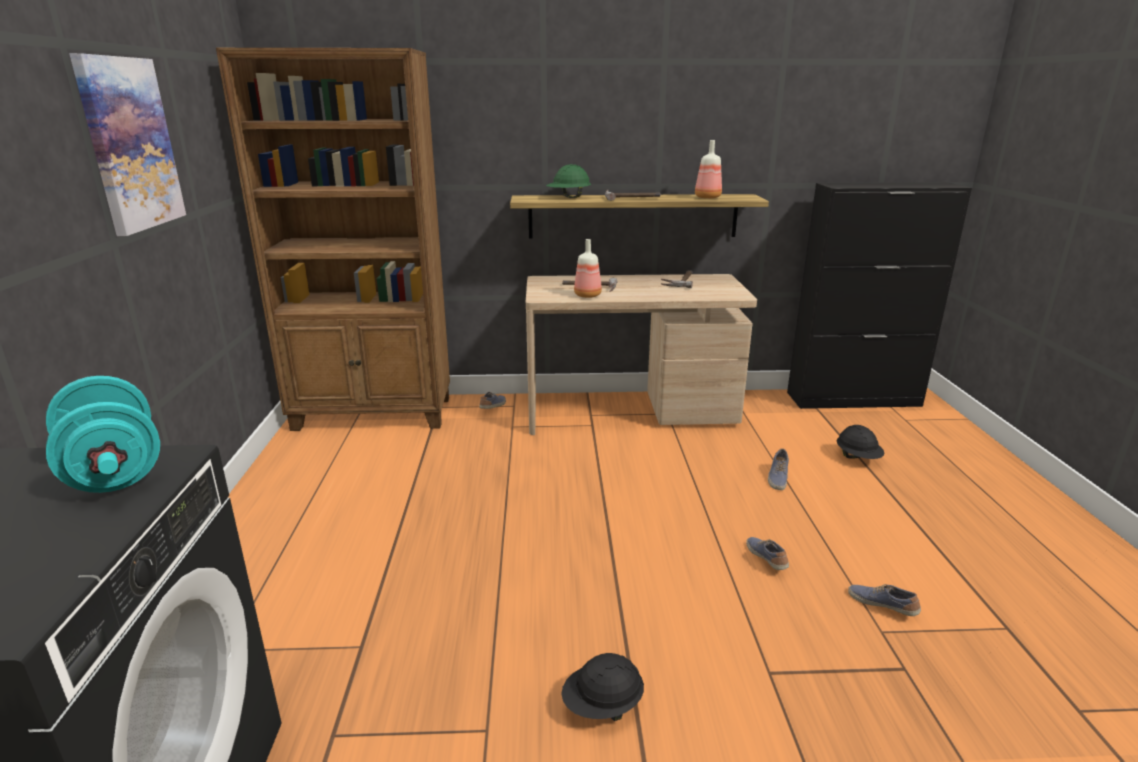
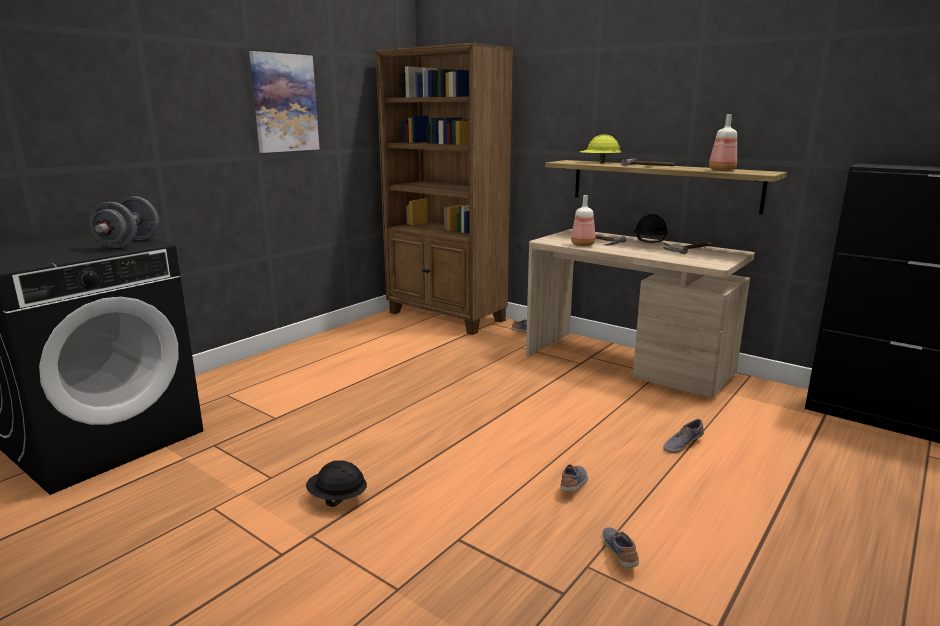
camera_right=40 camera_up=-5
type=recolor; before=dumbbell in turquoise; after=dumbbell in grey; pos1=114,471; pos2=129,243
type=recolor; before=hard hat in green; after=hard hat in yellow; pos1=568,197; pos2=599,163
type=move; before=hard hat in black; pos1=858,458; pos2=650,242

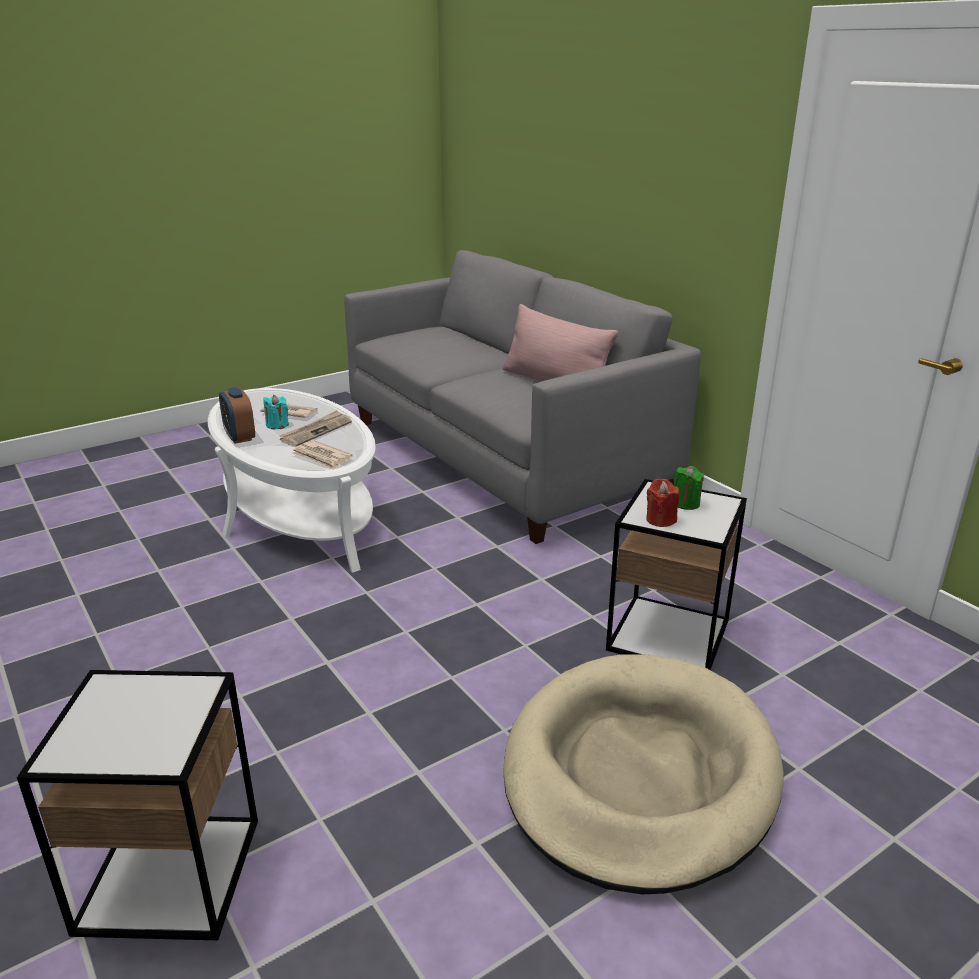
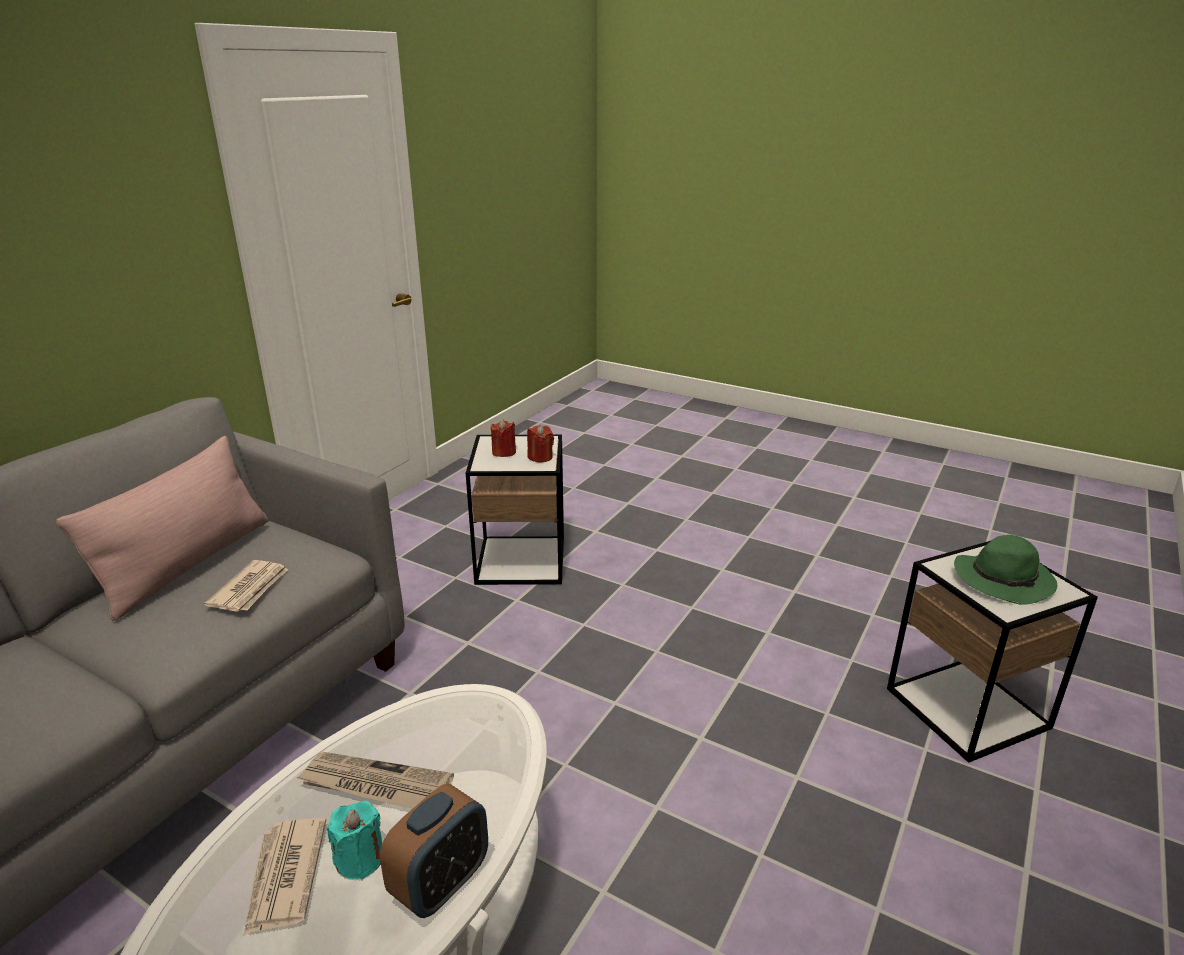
camera_right=-115 camera_up=0
type=move; before=newspaper; pos1=322,457; pos2=250,589
type=delete; before=dog bed in beige; pos1=639,774
type=recolor; before=candle in green; after=candle in red; pos1=685,503; pos2=504,452
type=insert; after=hat in green; pos2=1004,579

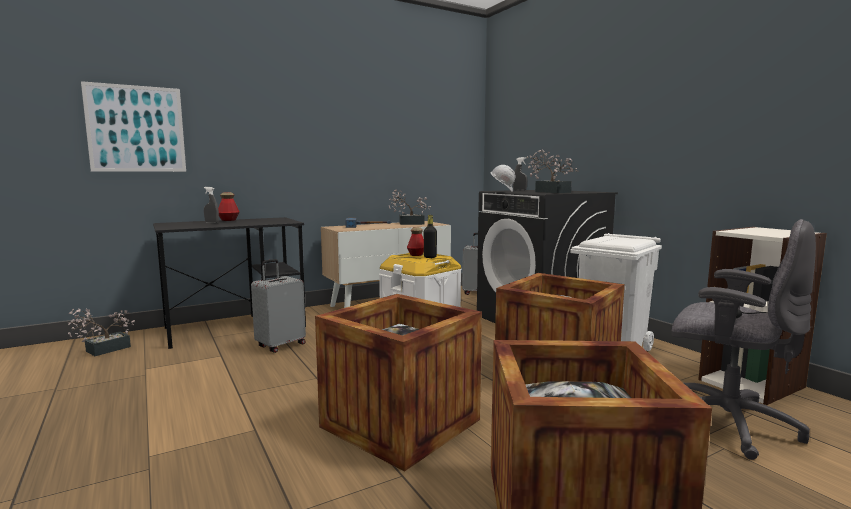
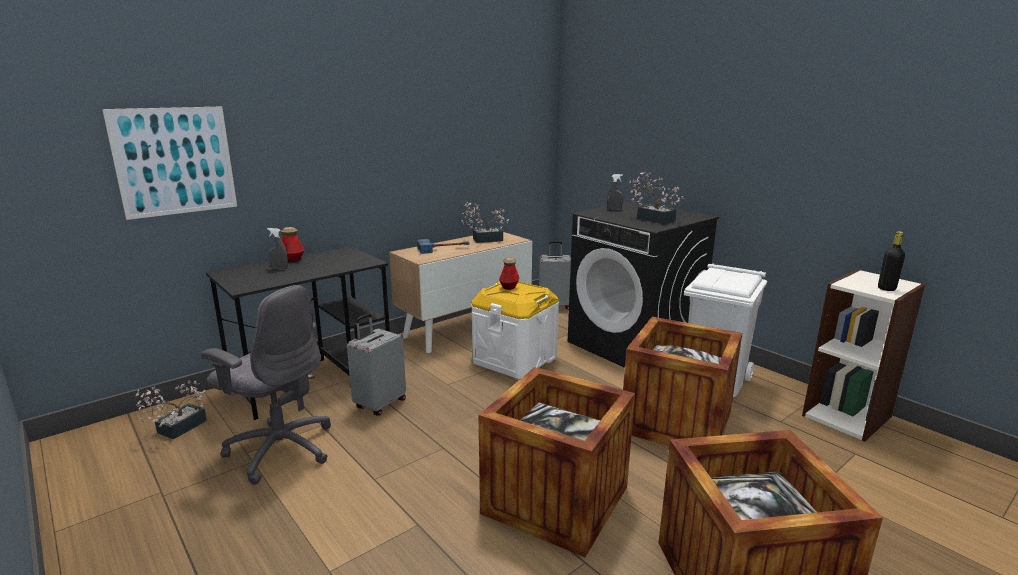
camera_right=-10 camera_up=10
type=move; before=bottle in black; pos1=430,257; pos2=886,288
type=delete; before=hard hat in white; pos1=502,191
type=move; before=office chair in grey; pos1=725,423; pos2=280,449

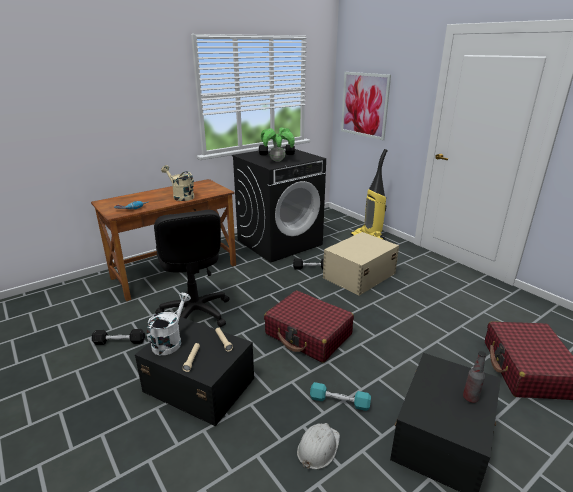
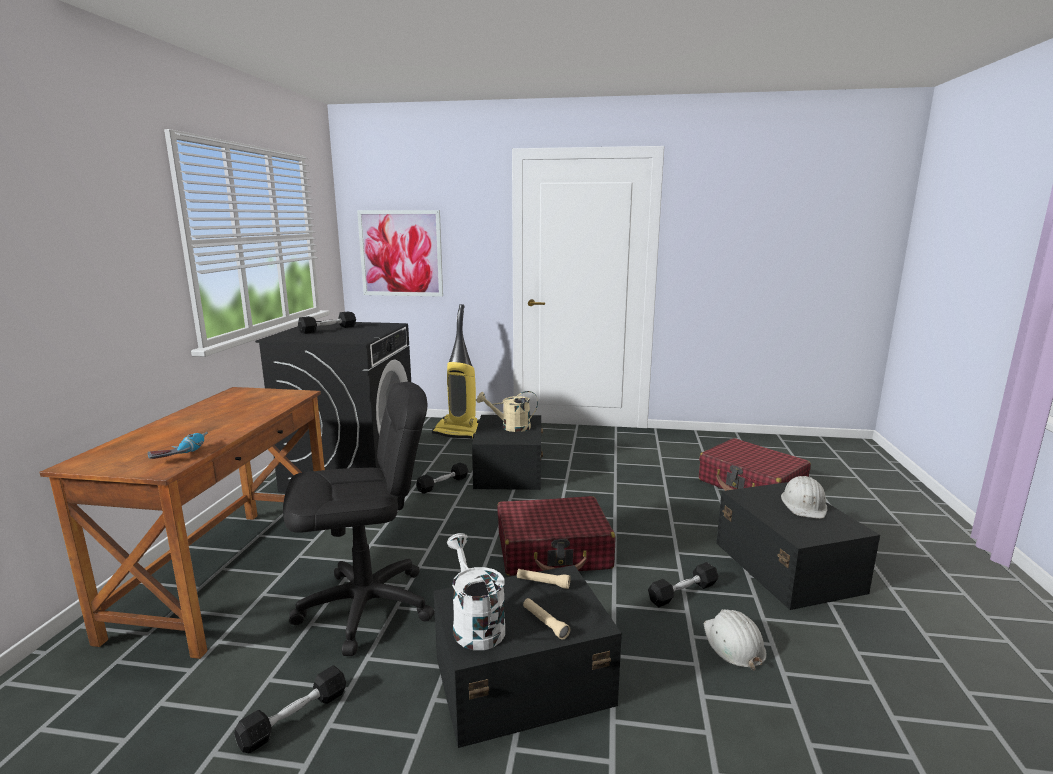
camera_right=-45 camera_up=-10
type=rotate; before=office chair in black; pos1=195,313; pos2=366,607; turn=-45
type=move; before=watering can in beige; pos1=181,196; pos2=510,427
type=delete; before=potted plant; pos1=277,161
type=recolor; before=dumbbell in turquoise; after=dumbbell in black; pos1=339,402; pos2=683,592
type=recolor; before=storage box in beige; after=storage box in black; pos1=358,275; pos2=508,471
type=replace; before=bottle; after=hard hat in white; pos1=470,398; pos2=804,505

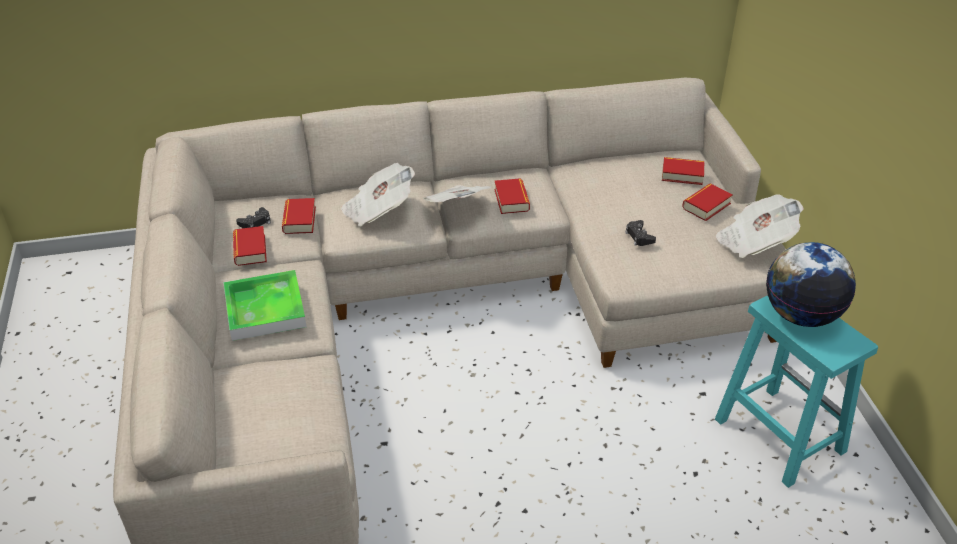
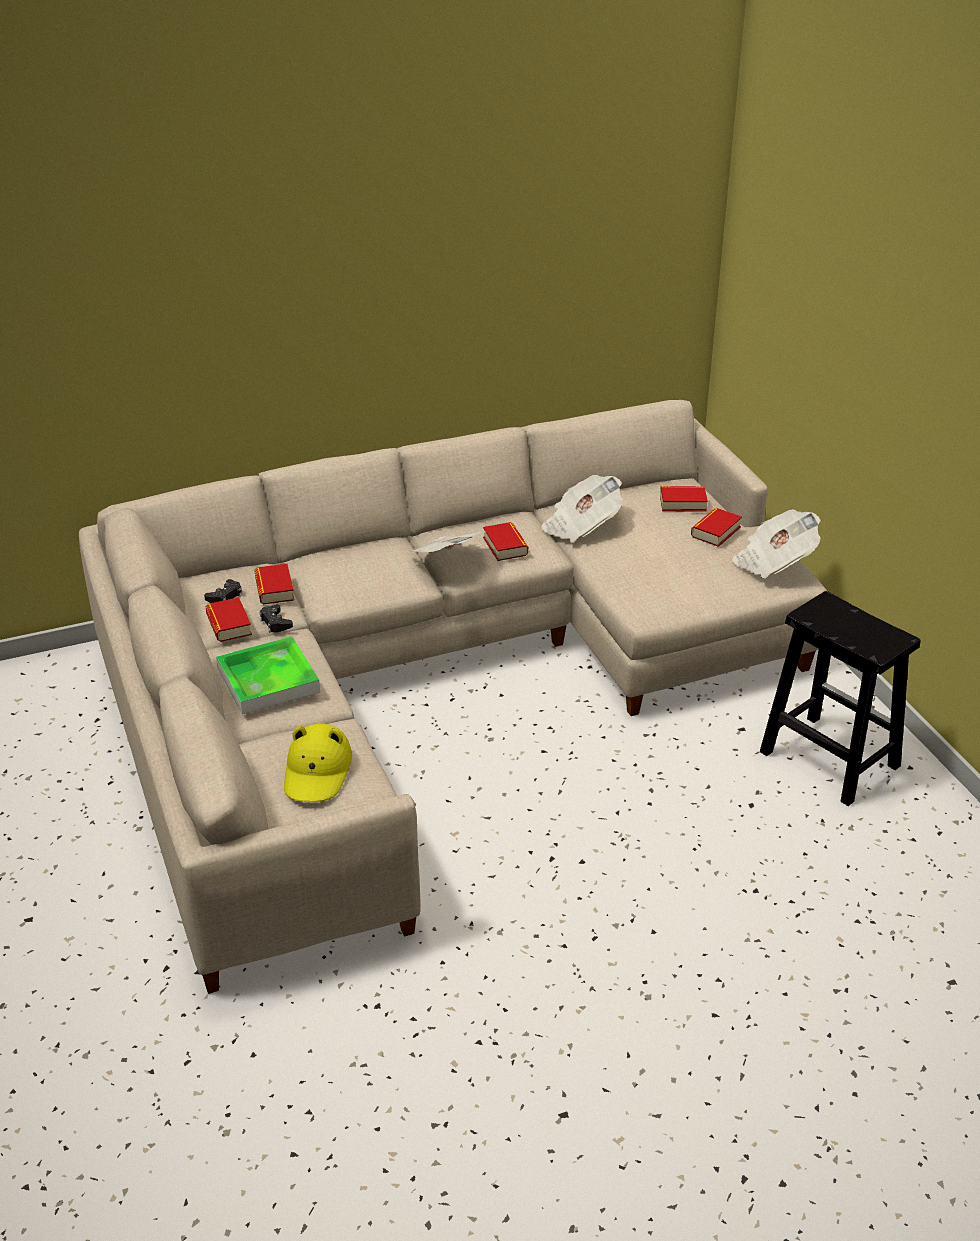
camera_right=-10 camera_up=-5
type=move; before=newspaper; pos1=378,210; pos2=581,526
type=move; before=game controller in black; pos1=639,236; pos2=275,622
type=recolor; before=stool in turquoise; after=stool in black; pos1=777,434; pos2=827,758
type=delete; before=globe; pos1=801,315
type=insert; after=hat in yellow; pos2=317,772

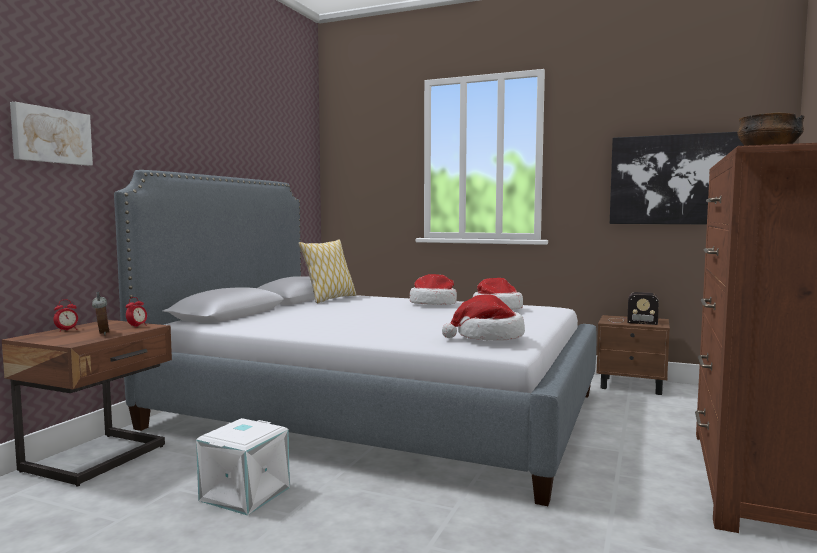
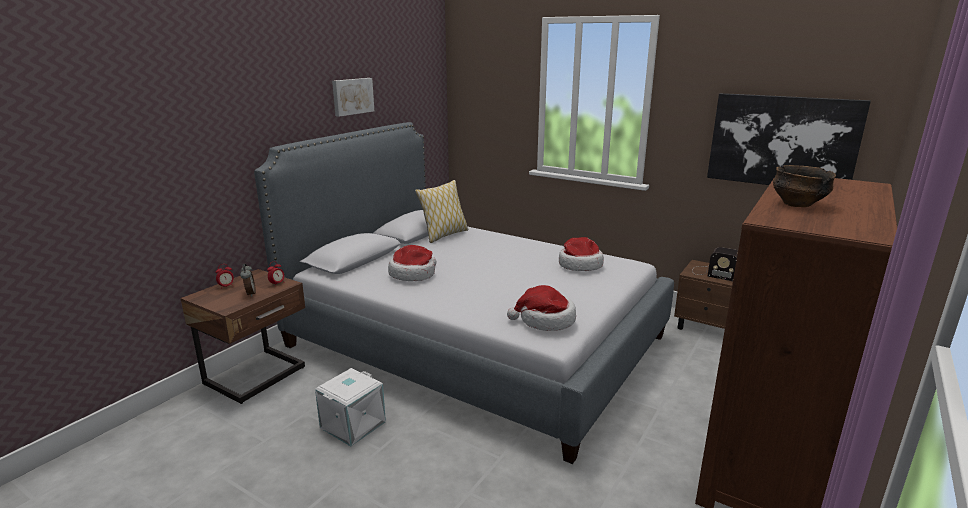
camera_right=10 camera_up=15
type=move; before=picture; pos1=51,136; pos2=352,96
type=move; before=hat; pos1=433,304; pos2=413,274

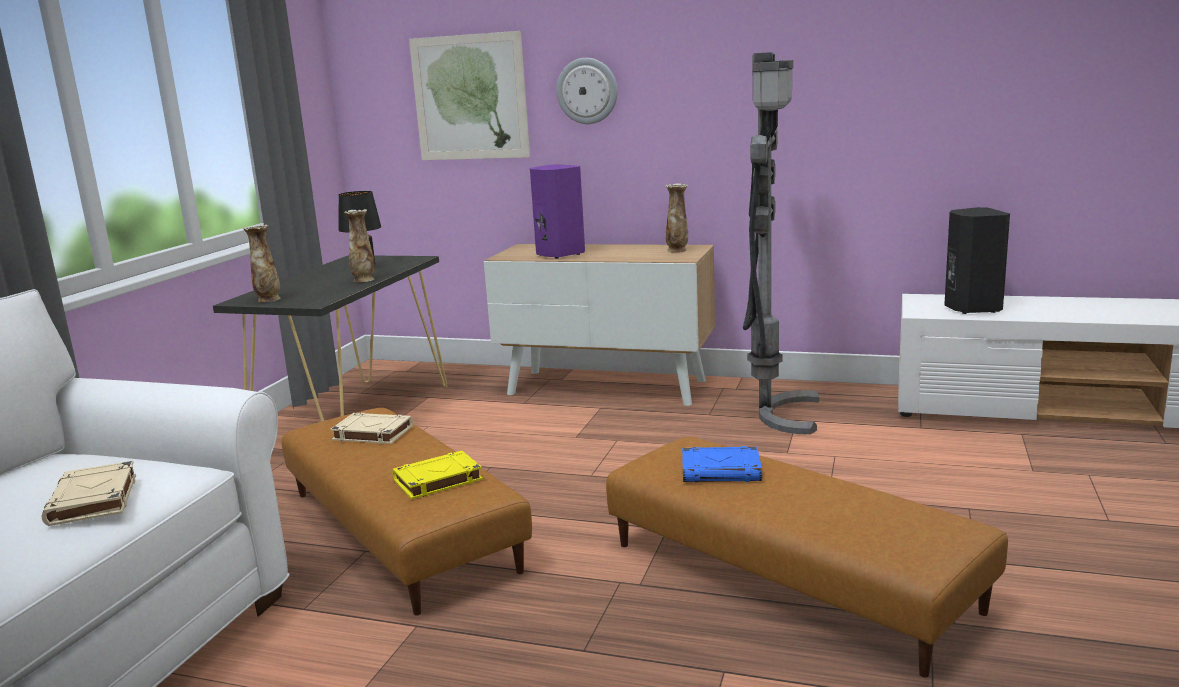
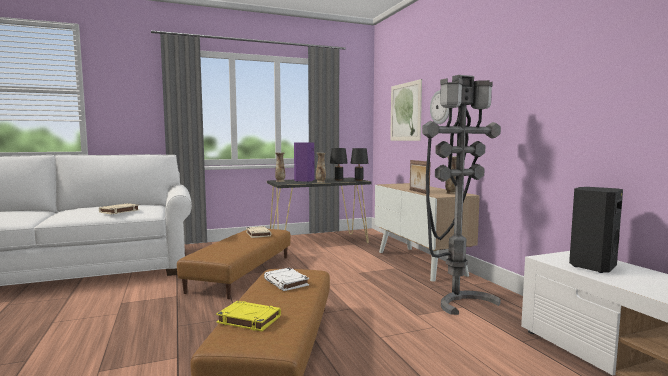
camera_right=50 camera_up=-10
type=move; before=book in yellow; pos1=437,480; pos2=248,319
type=move; before=speaker in purple; pos1=558,254; pos2=304,181
type=recolor; before=book in blue; after=book in white; pos1=722,471; pos2=286,282
type=insert; after=table lamp in black; pos2=359,180
type=insert; after=picture frame; pos2=418,192

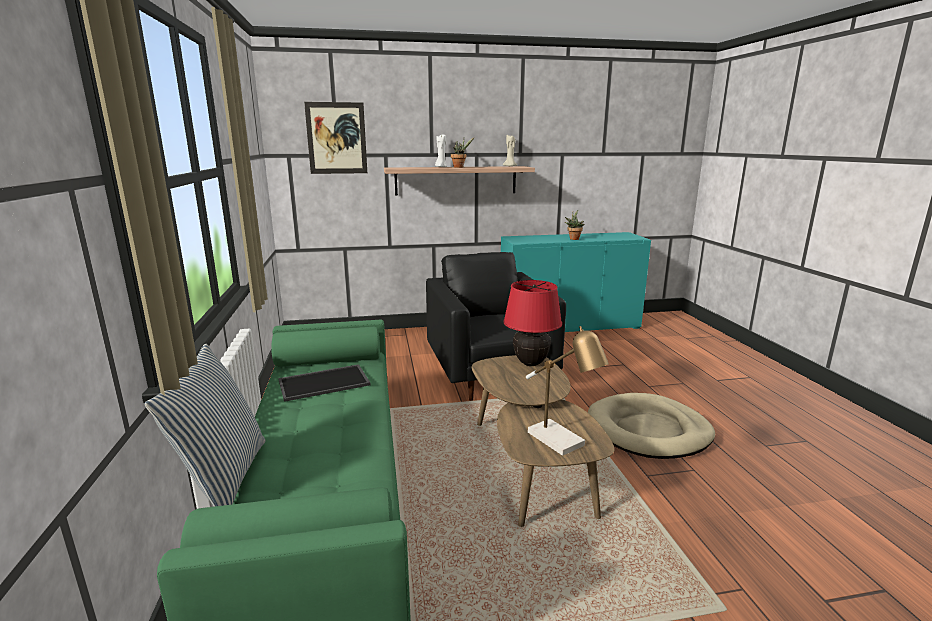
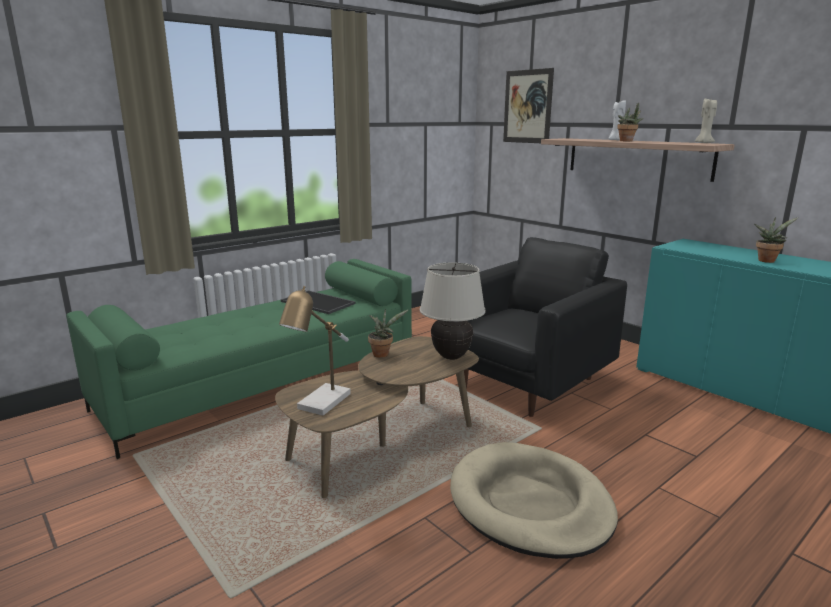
camera_right=60 camera_up=0
type=delete; before=pillow; pos1=223,478
type=recolor; before=table lamp in red; after=table lamp in beige; pos1=530,363; pos2=451,356
type=insert; after=potted plant; pos2=382,354

